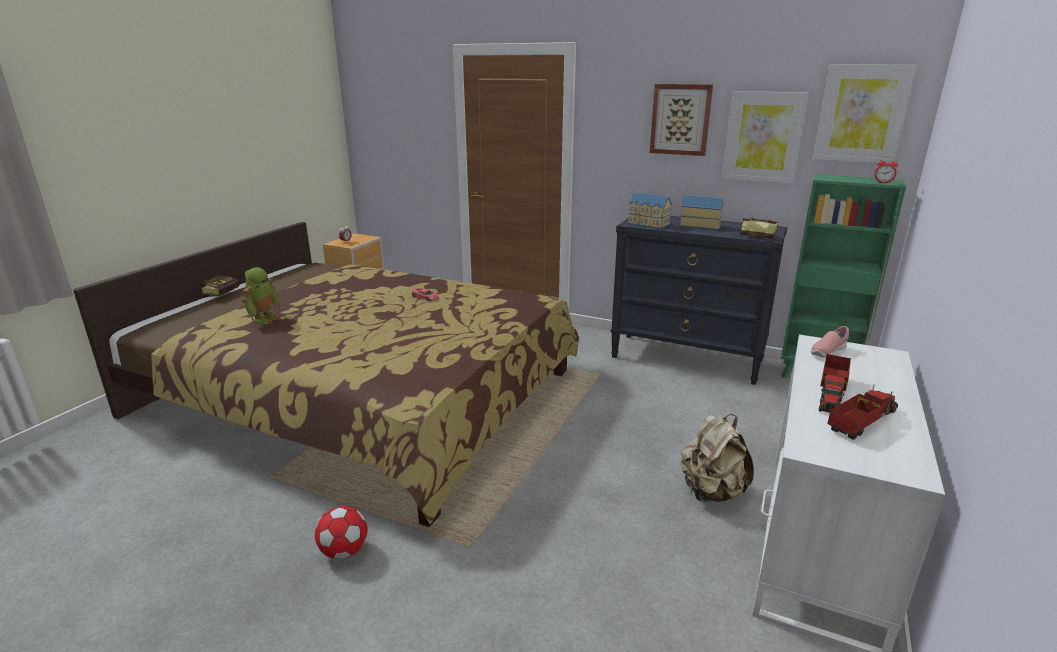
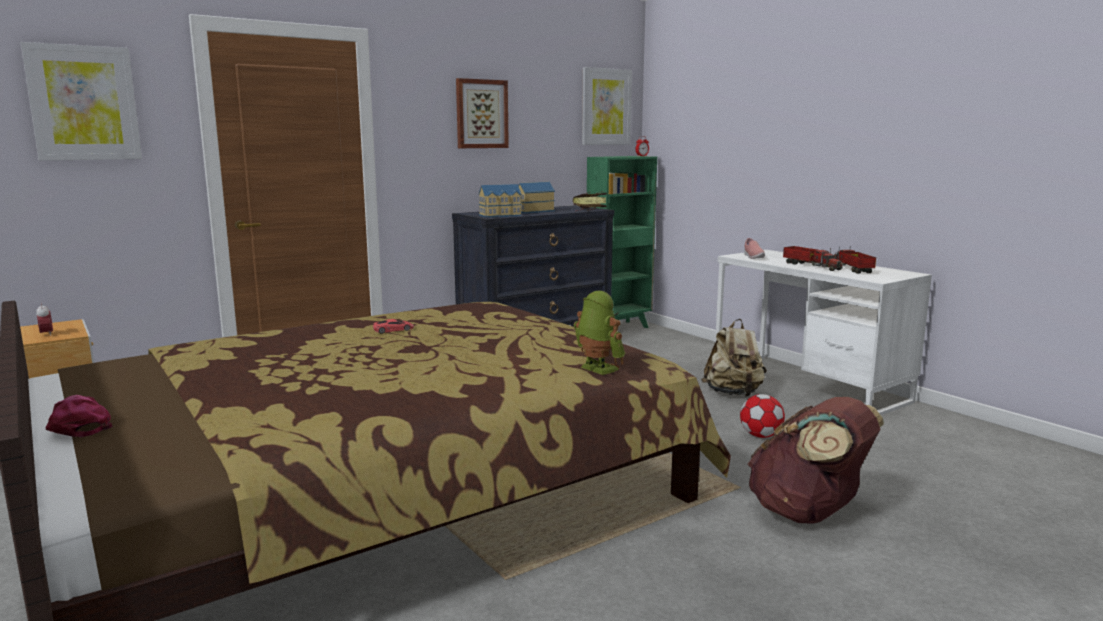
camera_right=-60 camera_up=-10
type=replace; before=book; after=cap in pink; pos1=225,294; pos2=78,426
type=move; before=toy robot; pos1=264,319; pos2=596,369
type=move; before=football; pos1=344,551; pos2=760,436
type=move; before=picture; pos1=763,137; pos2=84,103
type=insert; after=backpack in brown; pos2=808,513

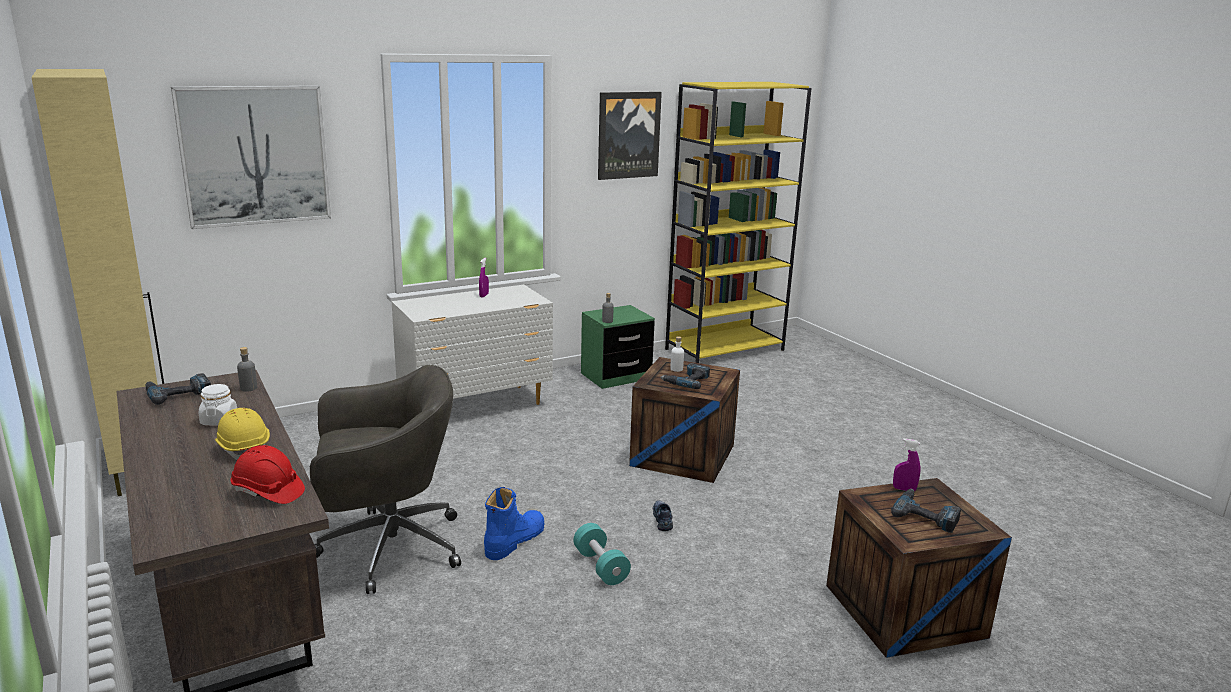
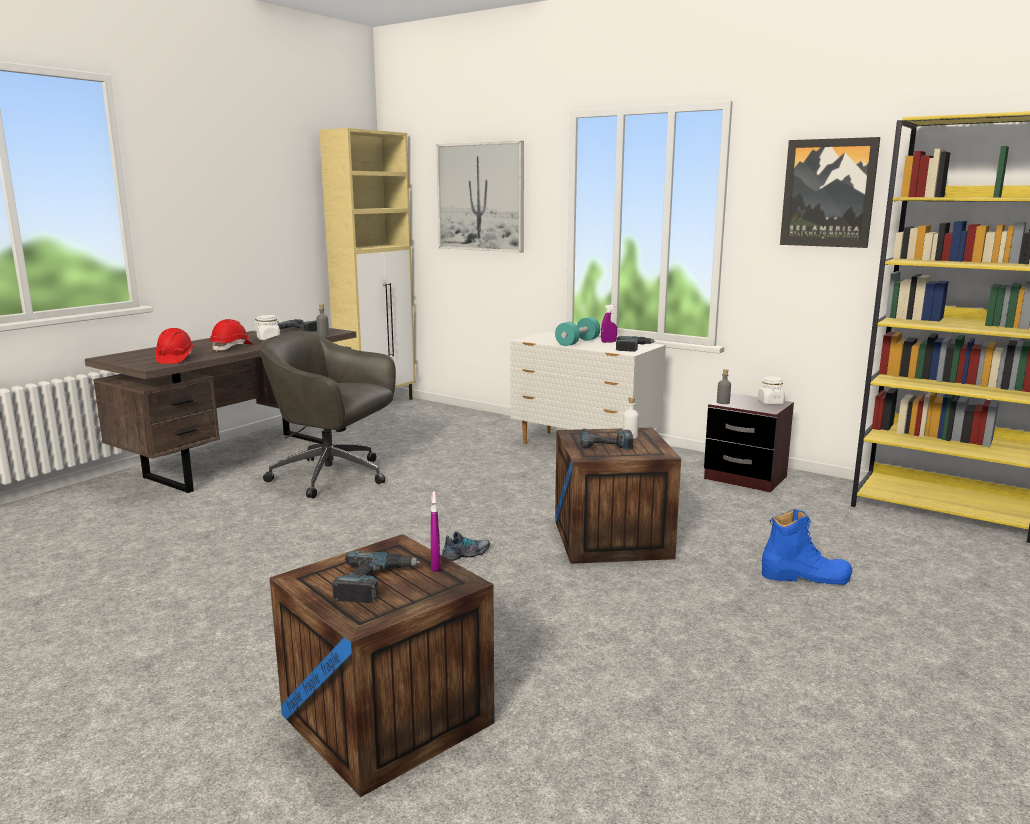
camera_right=65 camera_up=-5
type=recolor; before=hard hat in yellow; after=hard hat in red; pos1=243,448; pos2=232,348
type=rotate; before=office chair in grey; pos1=387,548; pos2=333,476; turn=150
type=move; before=boot in blue; pos1=514,540; pos2=805,577
type=move; before=dumbbell in turquoise; pos1=601,566; pos2=577,342
type=recolor; before=nightstand in green; after=nightstand in brown; pos1=615,376; pos2=745,478
type=insert; after=power drill; pos2=633,347
type=insert; after=jar in white; pos2=770,403

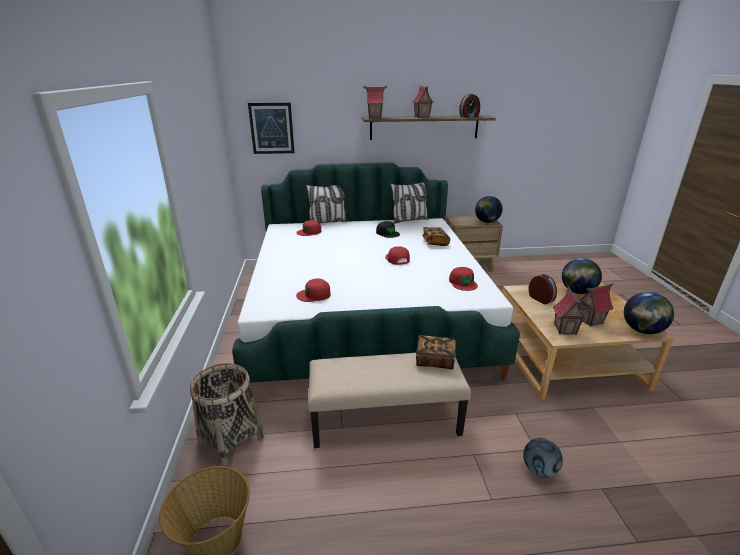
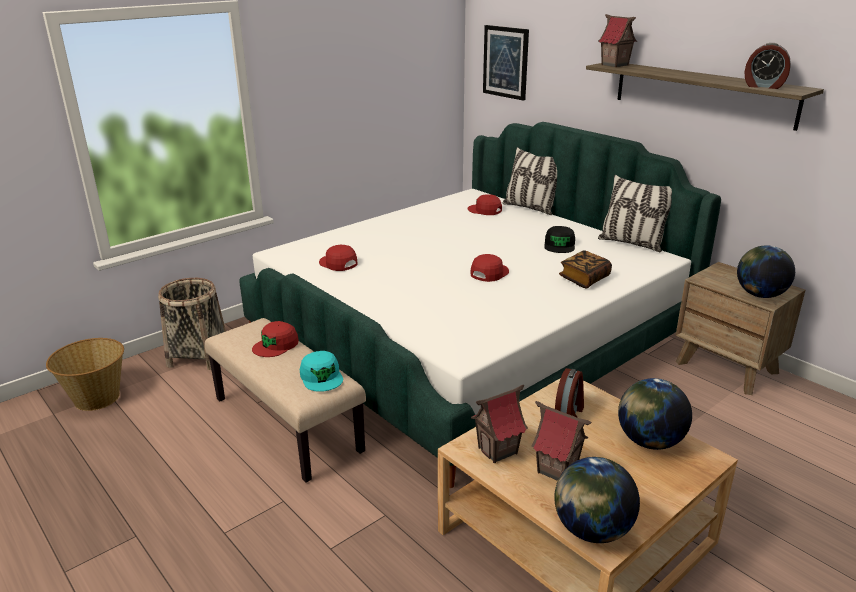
camera_right=55 camera_up=0
type=delete; before=toy house; pos1=421,117
type=replace; before=book; after=cap in turquoise; pos1=435,360; pos2=321,377
type=move; before=cap in red; pos1=463,283; pos2=276,345
type=delete; before=football; pos1=539,470

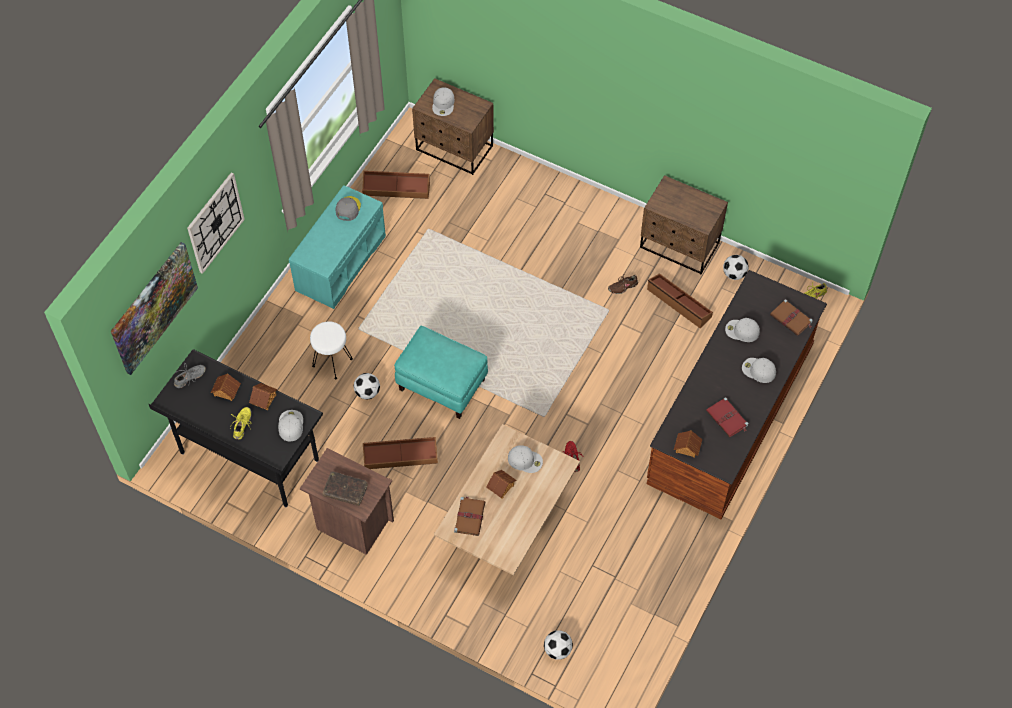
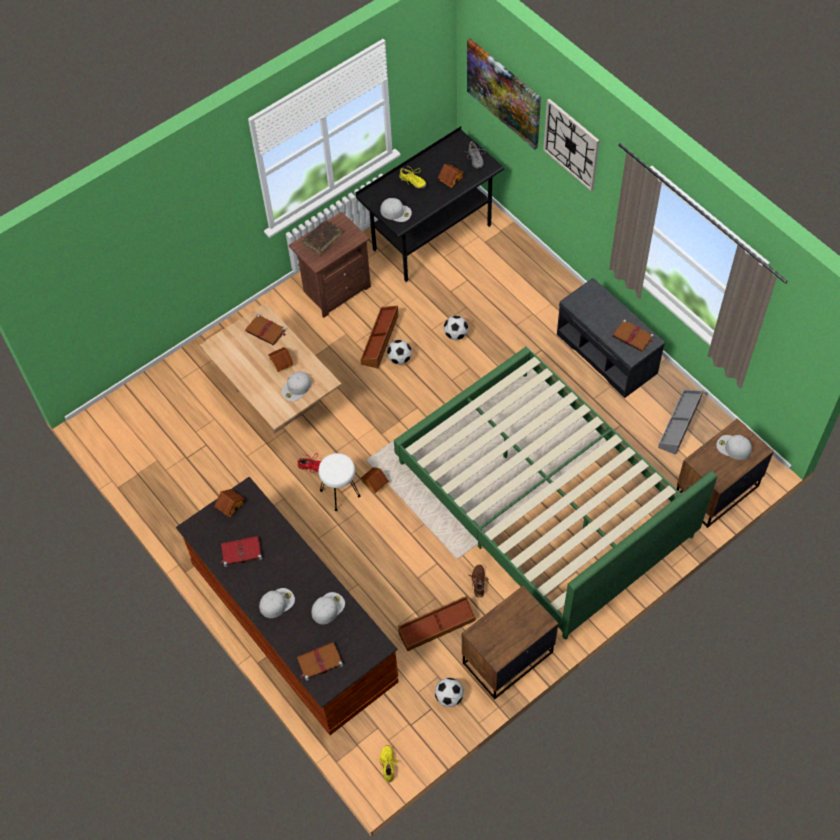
camera_right=115 camera_up=0
type=move; before=toy house; pos1=264,399; pos2=374,482
type=recolor; before=bench in turquoise; after=bench in grey; pos1=340,262; pos2=608,353
type=move; before=stool in white; pos1=332,362; pos2=340,493
type=replace; before=cap in grey; after=book in brown; pos1=348,209; pos2=633,337
type=recolor; before=storage box in brown; after=storage box in grey; pos1=396,189; pos2=680,424
type=delete; before=ottoman in turquoise; pos1=442,384
type=move; before=football; pos1=557,650; pos2=399,359
type=insert; after=bed in green; pos2=543,499

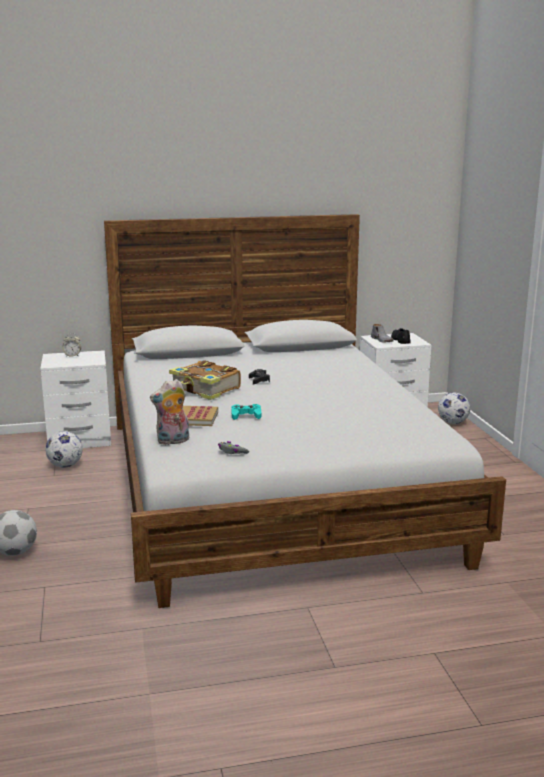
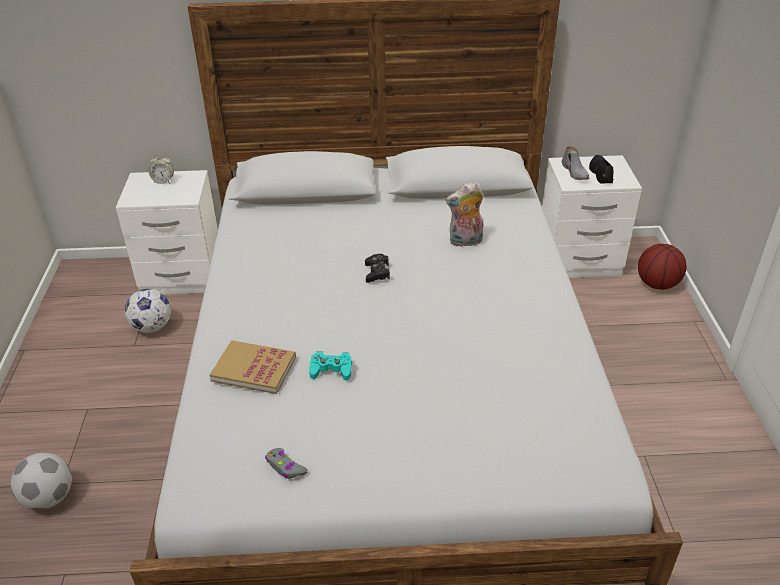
camera_right=10 camera_up=20
type=move; before=plush toy; pos1=172,441; pos2=465,242
type=delete; before=book; pos1=205,390
type=replace; before=football; after=basketball; pos1=452,422; pos2=657,284

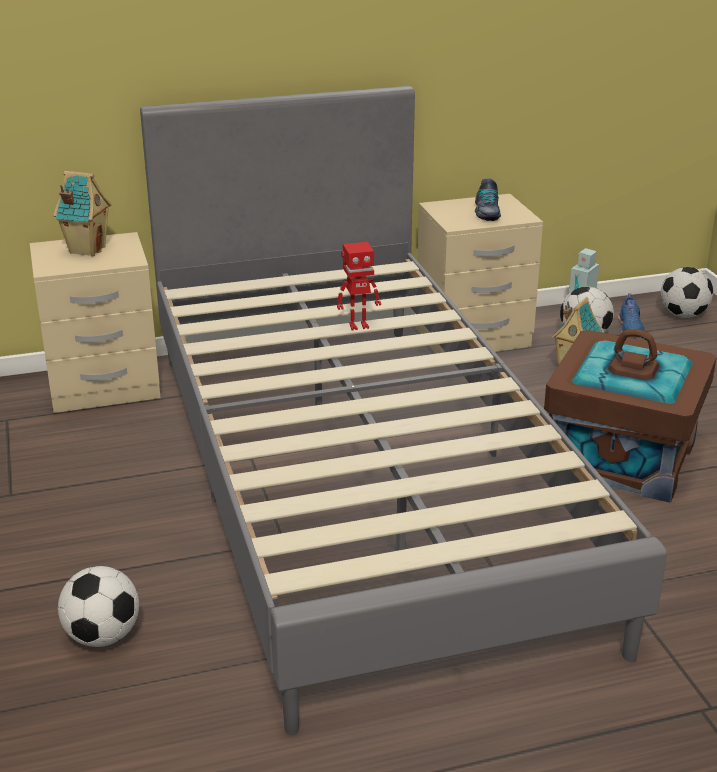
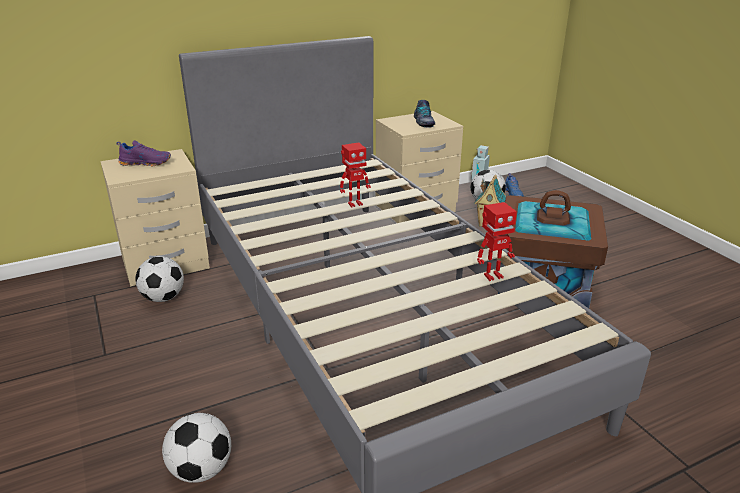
camera_right=-10 camera_up=0
type=replace; before=toy house; after=shoe in purple; pos1=86,250; pos2=146,163
type=move; before=football; pos1=683,315; pos2=163,298
type=insert; after=toy robot; pos2=492,276

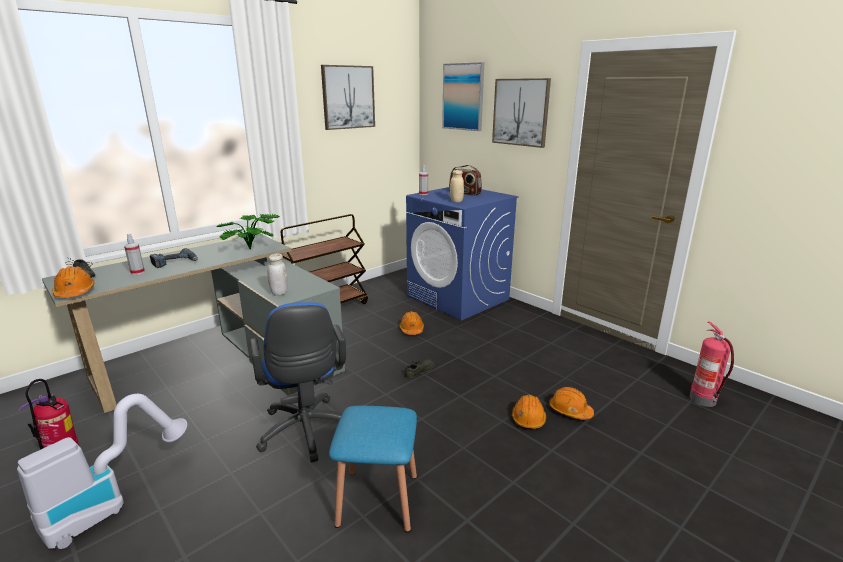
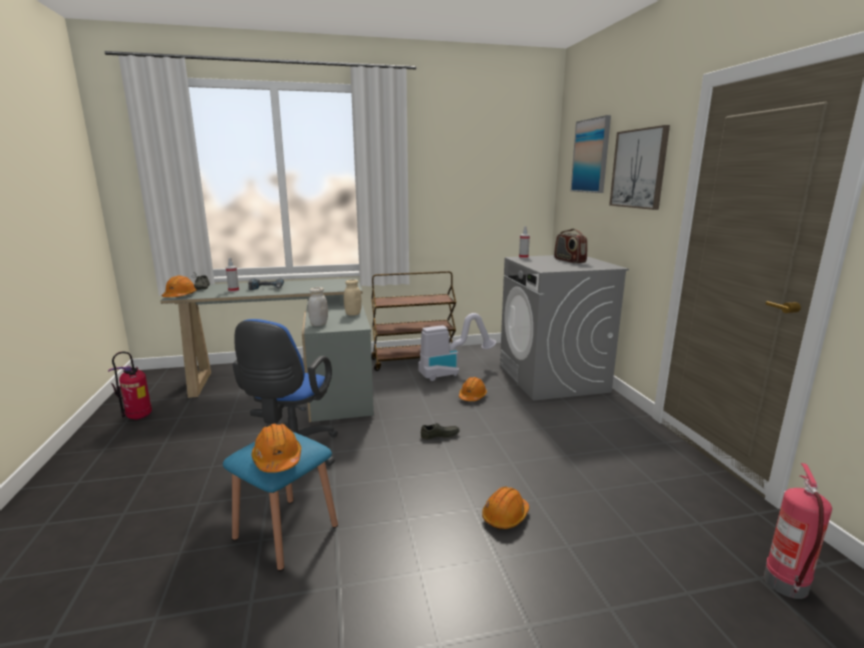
camera_right=30 camera_up=-5
type=move; before=vacuum cleaner; pos1=111,502; pos2=452,372
type=delete; before=potted plant; pos1=252,249
type=delete; before=picture; pos1=348,97
type=recolor; before=washing machine in blue; after=washing machine in grey; pos1=458,298; pos2=552,378
type=move; before=jar in beige; pos1=456,201; pos2=353,314
type=move; before=hard hat in orange; pos1=570,411; pos2=277,459

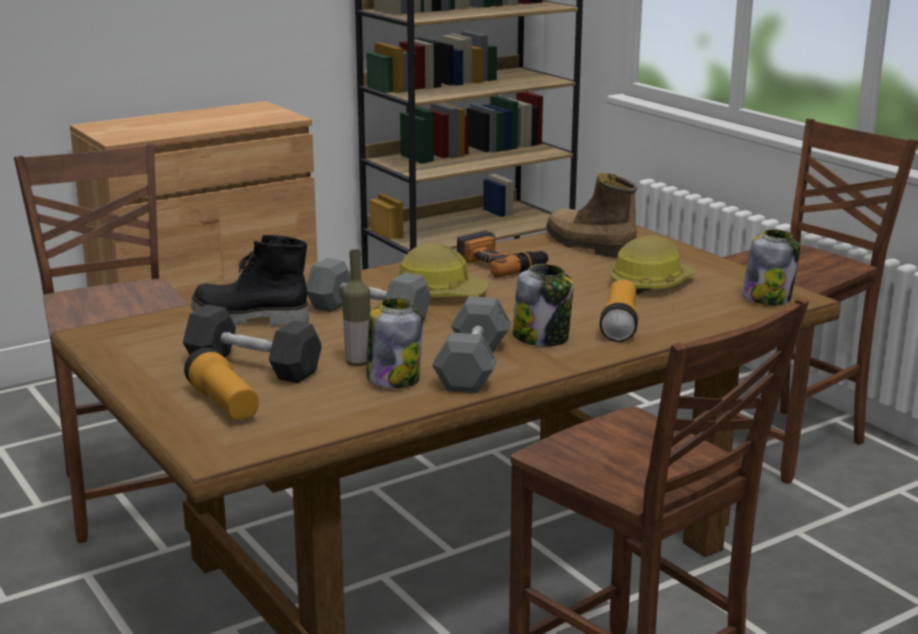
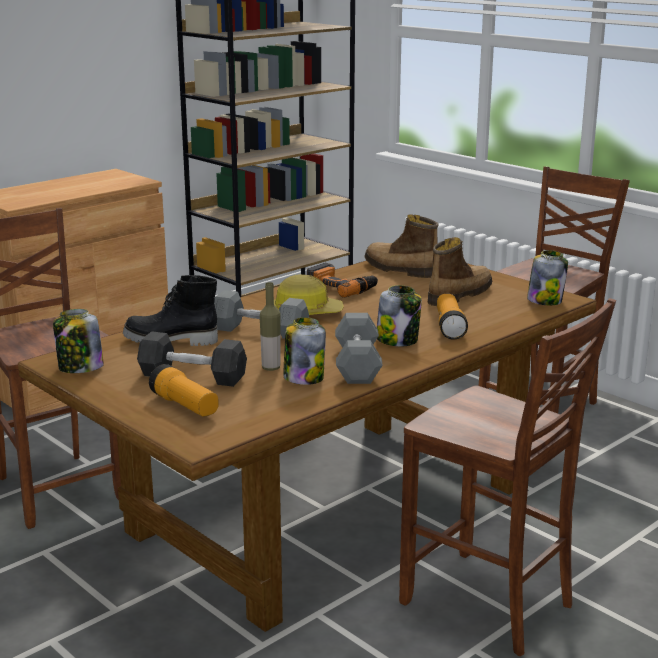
camera_right=-10 camera_up=0
type=replace; before=hard hat; after=boot; pos1=651,284; pos2=458,295
type=insert; after=jar; pos2=80,368

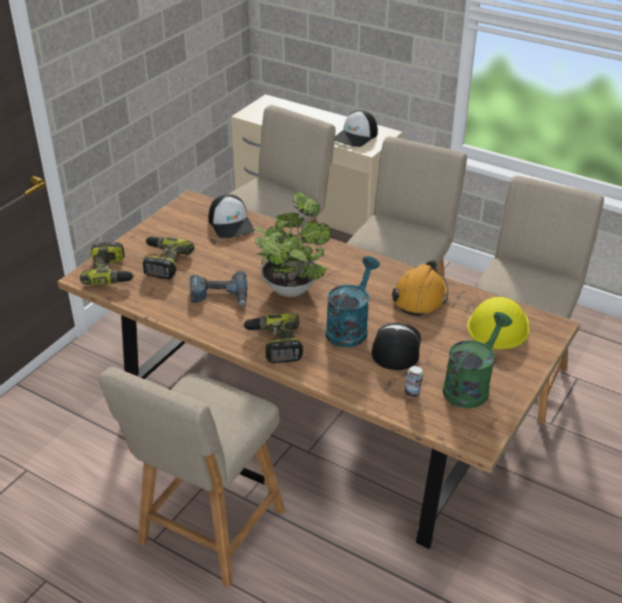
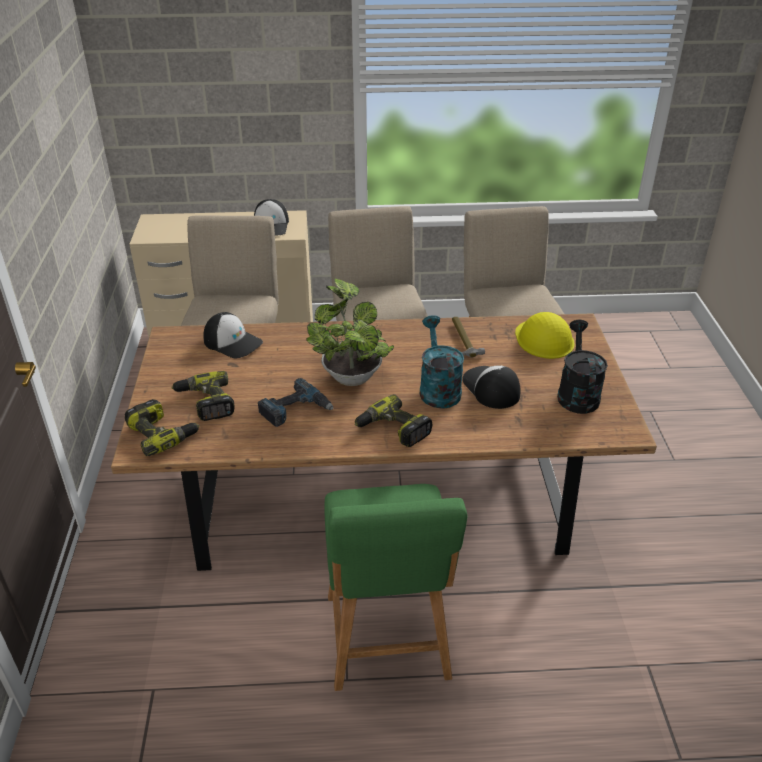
camera_right=-35 camera_up=0
type=recolor; before=chair in beige; after=chair in green; pos1=208,531; pos2=388,642
type=replace; before=hard hat in orange; after=hammer; pos1=420,297; pos2=463,340
type=delete; before=can; pos1=412,393
type=recolor; before=watering can in green; after=watering can in black; pos1=470,386; pos2=576,393

